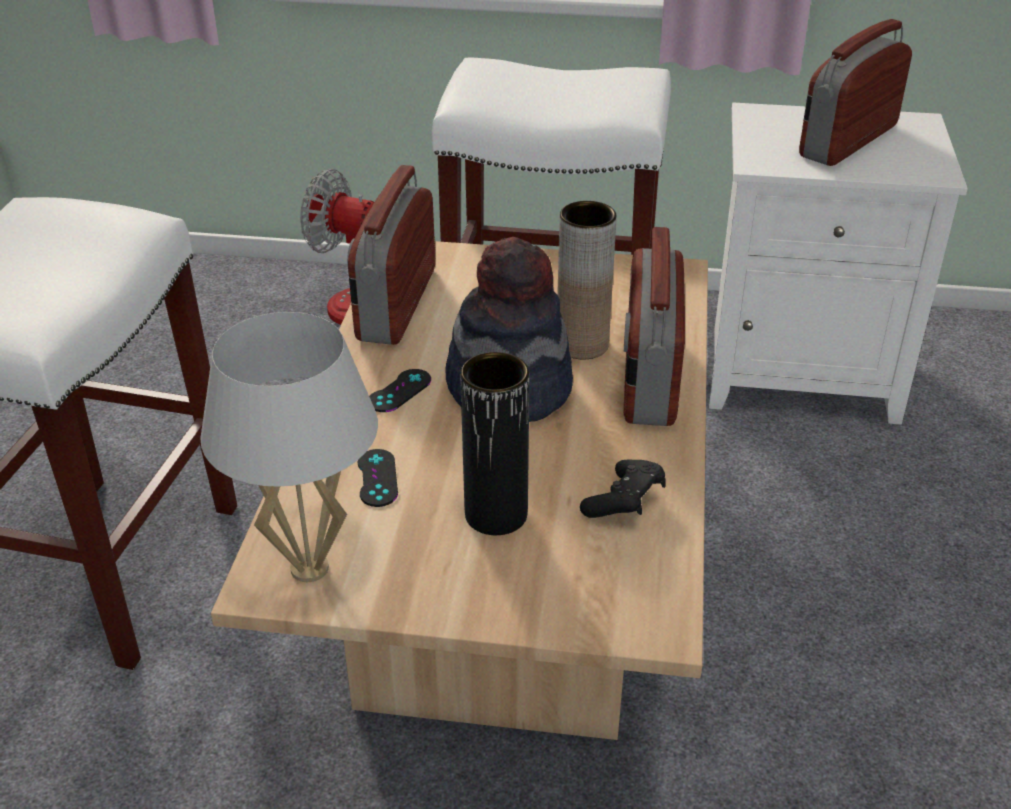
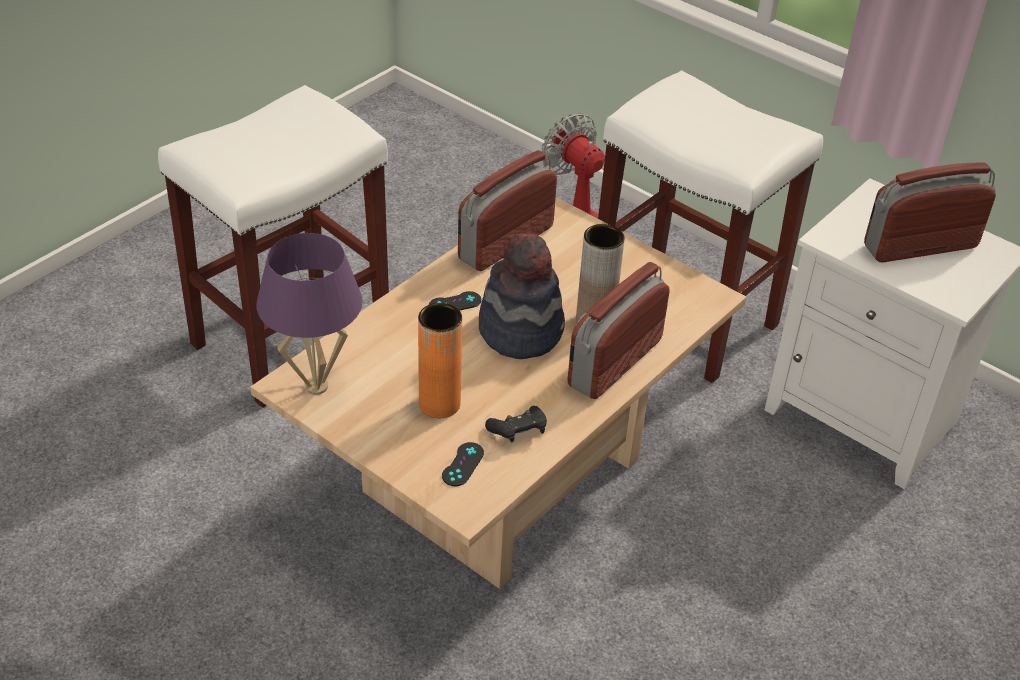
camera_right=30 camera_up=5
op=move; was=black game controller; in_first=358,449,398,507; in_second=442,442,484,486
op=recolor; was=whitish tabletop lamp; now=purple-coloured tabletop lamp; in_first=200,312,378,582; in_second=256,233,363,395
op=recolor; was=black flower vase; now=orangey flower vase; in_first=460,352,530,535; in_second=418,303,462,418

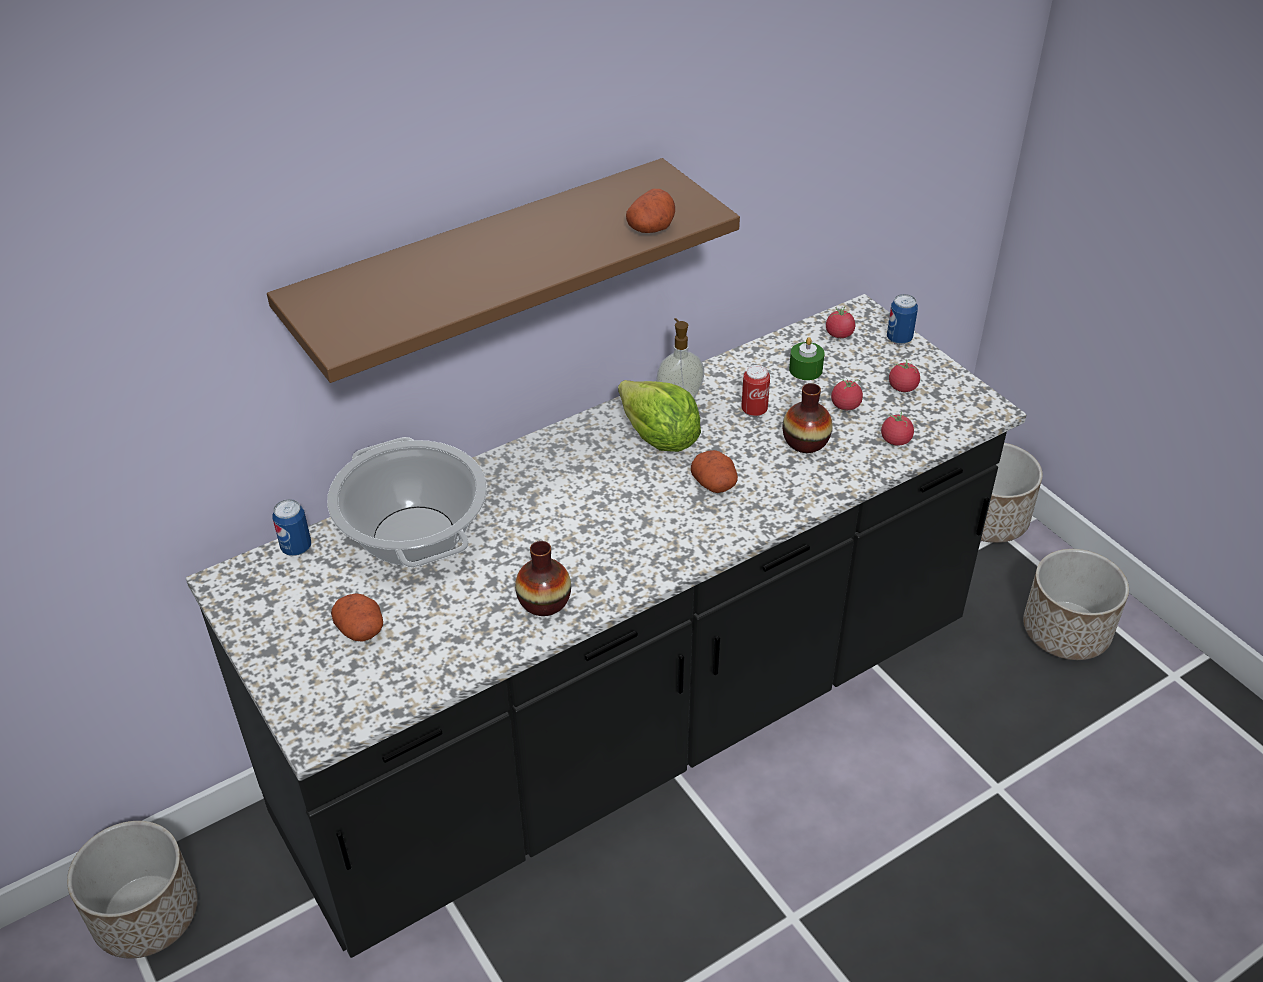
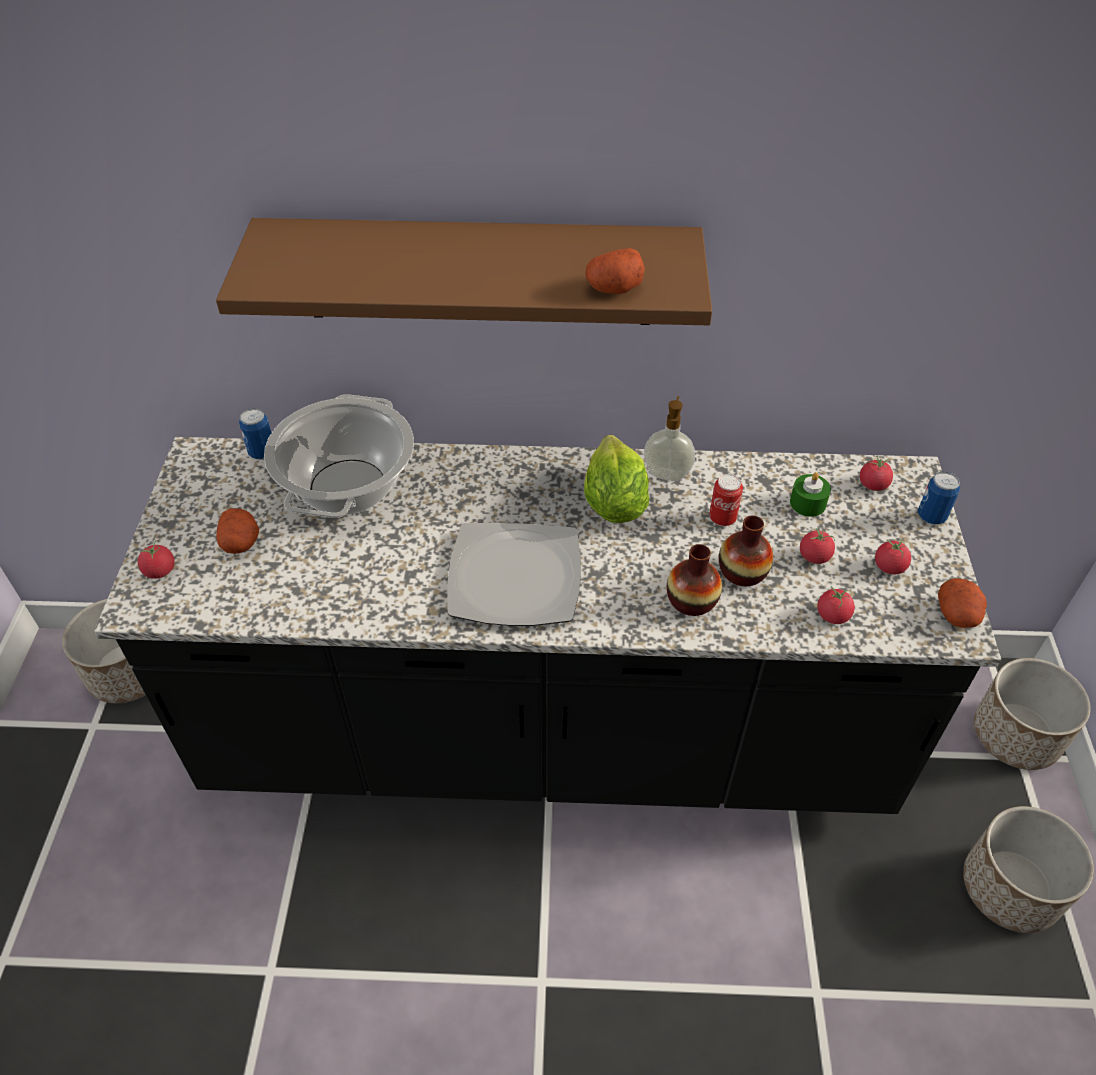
camera_right=35 camera_up=5
op=insert; now=fresh tomato; in_second=138,540,175,579
op=insert; now=plate; in_second=447,523,581,626
op=move; was=flower vase; in_first=515,541,571,616; in_second=667,544,722,616
op=move; was=spud; in_first=691,450,738,493; in_second=938,578,987,628

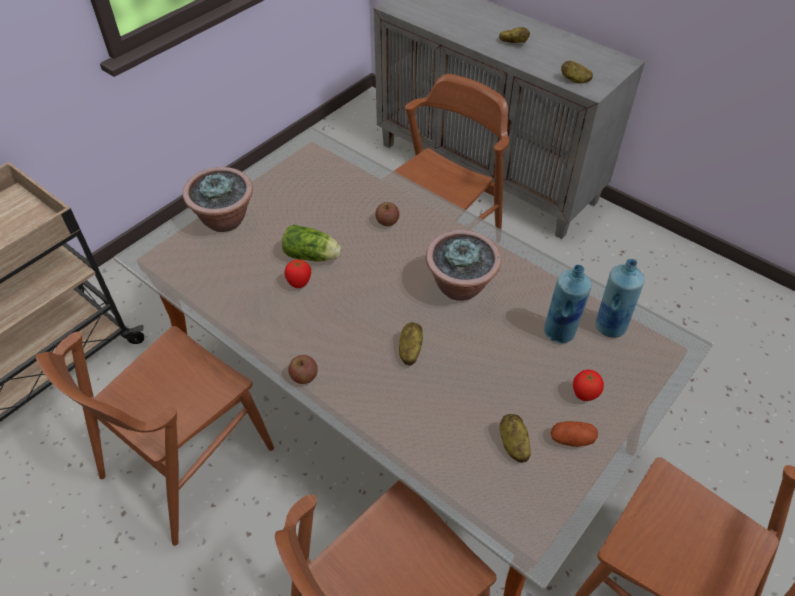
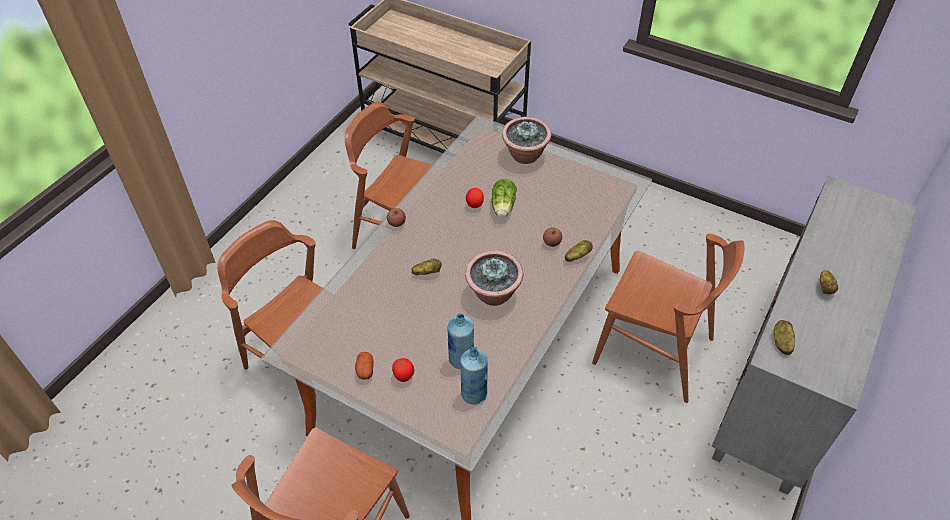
camera_right=80 camera_up=0
op=move; was=spud; in_first=500,414,531,462; in_second=565,240,593,262

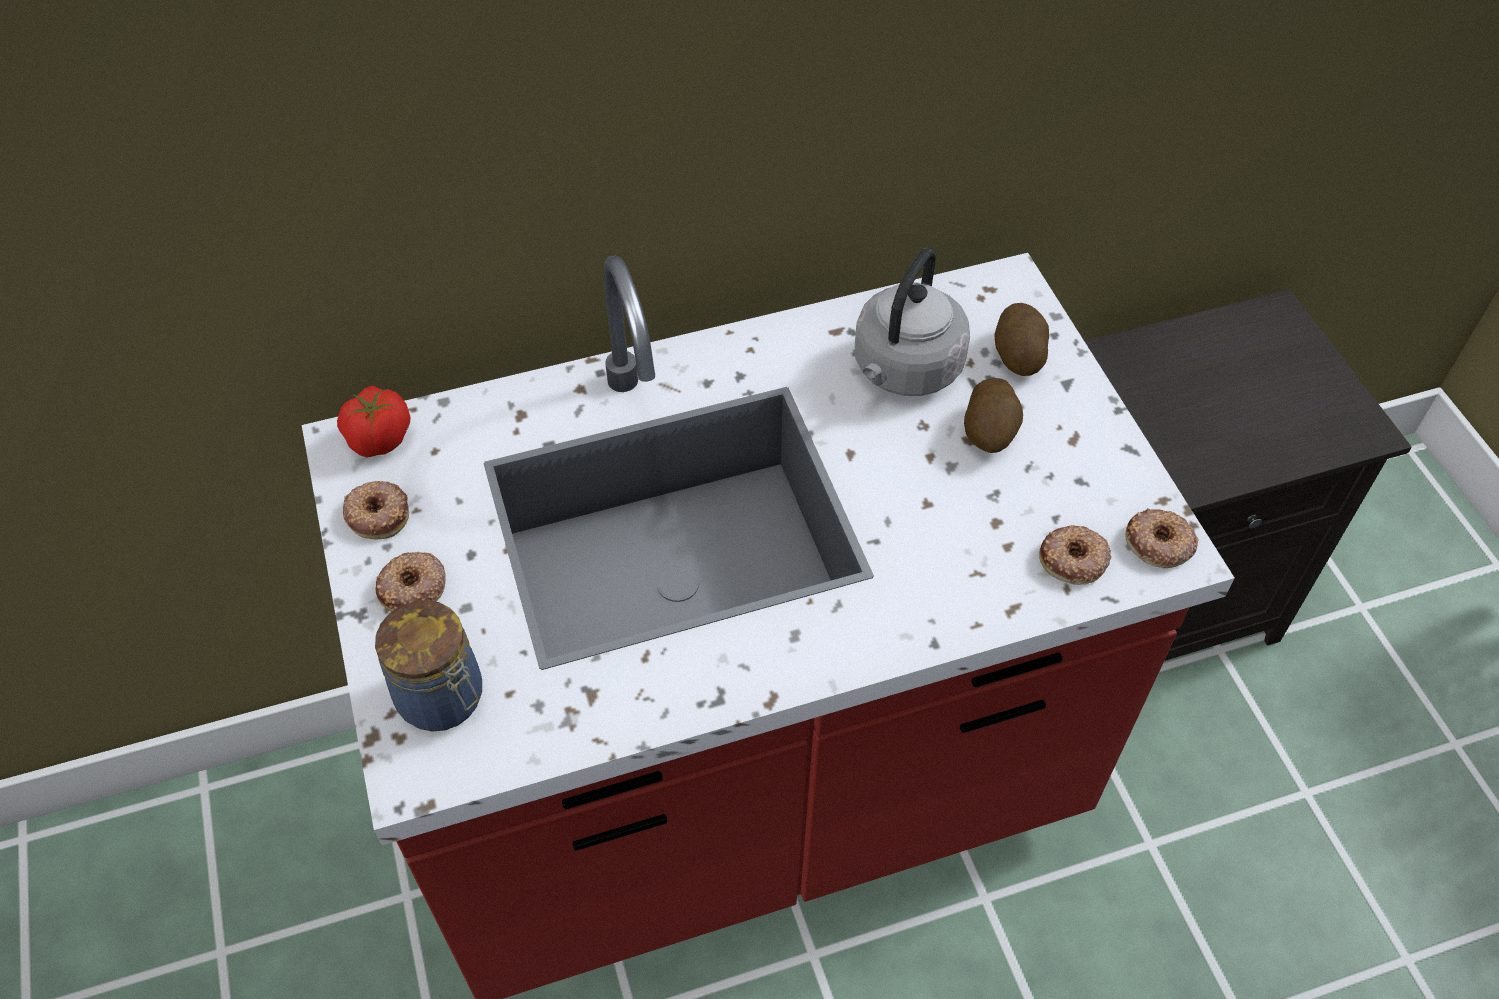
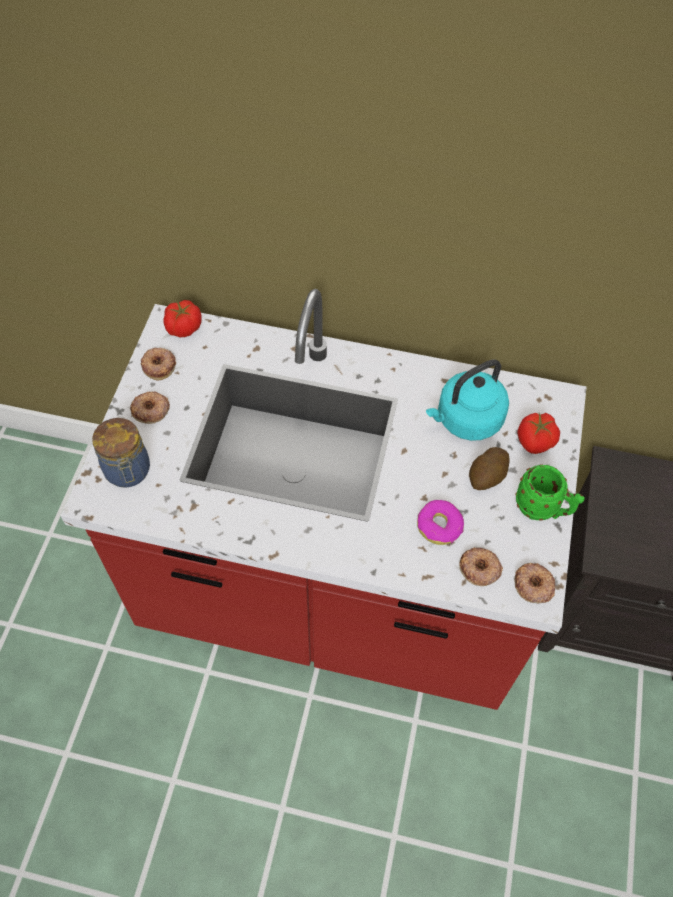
camera_right=30 camera_up=5
op=insert; now=donut; in_second=417,500,464,545
op=insert; now=green mug; in_second=516,464,585,521
op=replace; was=spud; now=fresh tomato; in_first=994,303,1049,376; in_second=517,413,560,454
op=recolor; was=greyish tea kettle; now=blue-green tea kettle; in_first=855,248,970,396; in_second=426,359,509,441

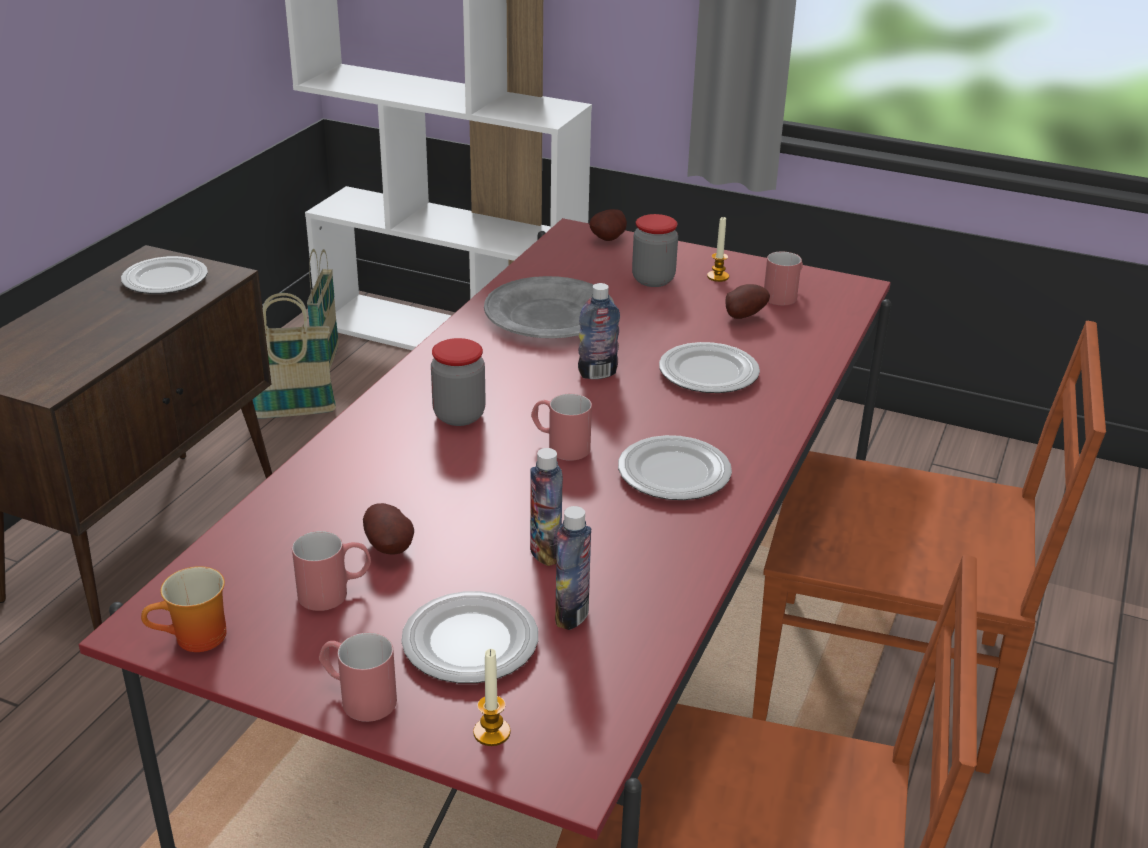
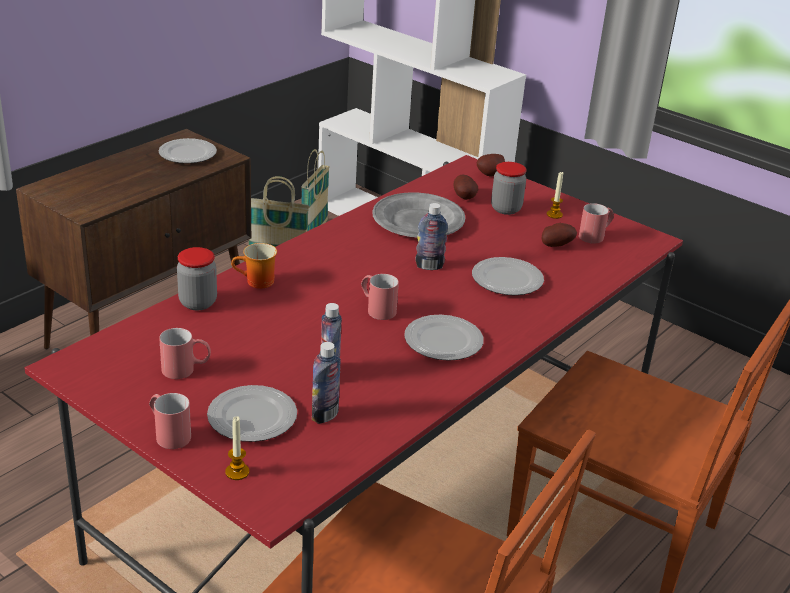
camera_right=15 camera_up=0
op=move; was=mug; in_first=141,566,227,652; in_second=231,243,277,289
op=move; was=spud; in_first=363,503,414,554; in_second=453,174,478,200
op=move; was=preserve jar; in_first=431,338,486,426; in_second=177,247,217,310

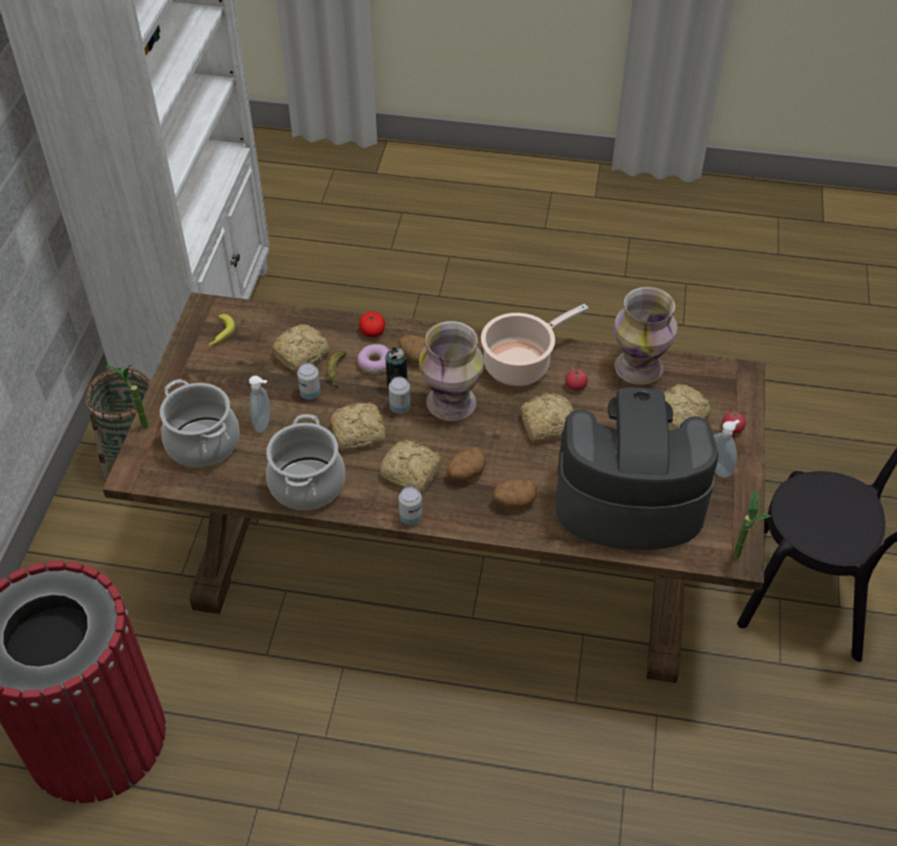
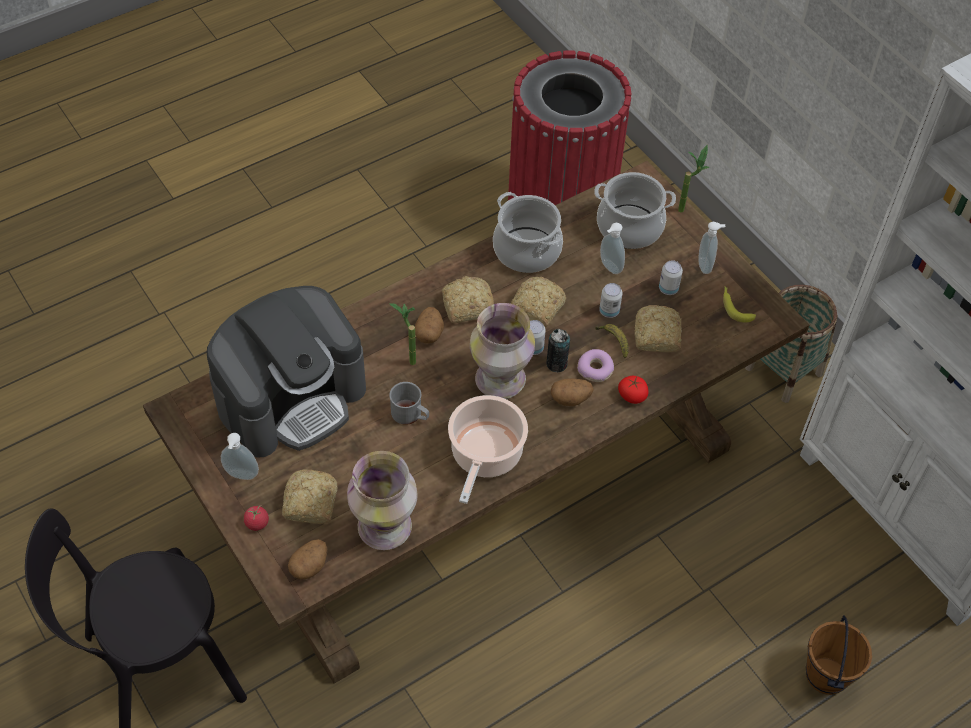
camera_right=135 camera_up=5
op=delete; was=fresh tomato; in_first=565,368,588,391
op=insert; now=soap dispenser; in_second=698,222,725,274
op=insert; now=brown-coloured water bucket; in_second=806,615,872,695
op=move; was=sealed can; in_first=399,486,422,525; in_second=659,260,683,295
op=move; was=spud; in_first=492,479,537,509; in_second=288,539,327,579
op=move; was=potted plant; in_first=733,489,771,559; in_second=389,303,416,365
op=replace; was=baked bread; now=greyish mug; in_first=521,393,574,442; in_second=389,382,429,425

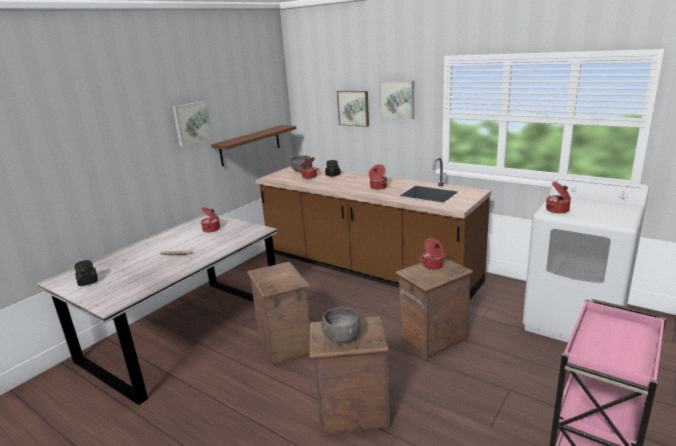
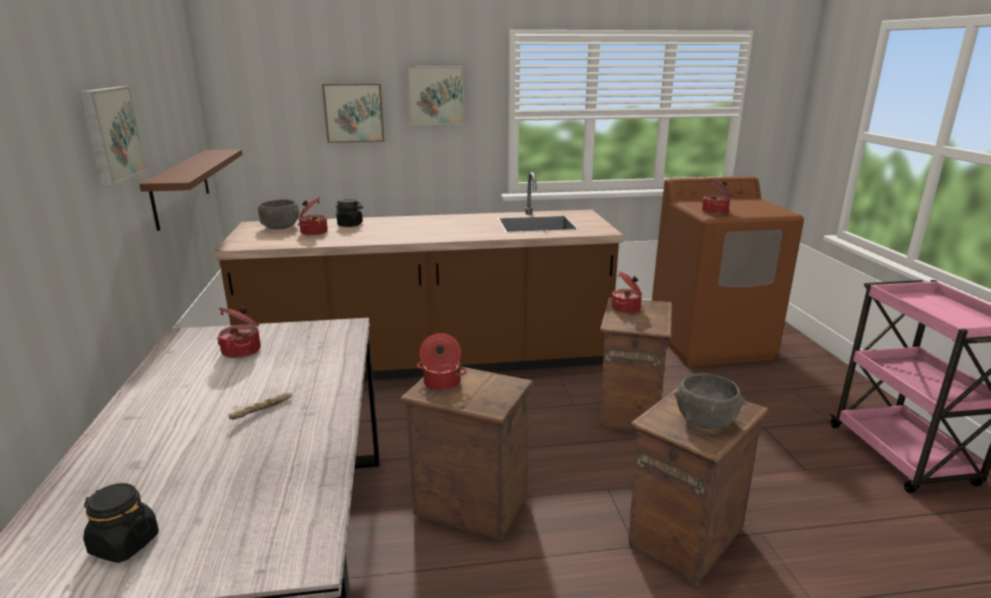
camera_right=-45 camera_up=0
op=move; was=saucepot; in_first=368,164,387,190; in_second=417,333,467,391
op=recolor; was=whitish laundry machine; now=brown-coloured laundry machine; in_first=522,175,649,342; in_second=652,176,804,366

